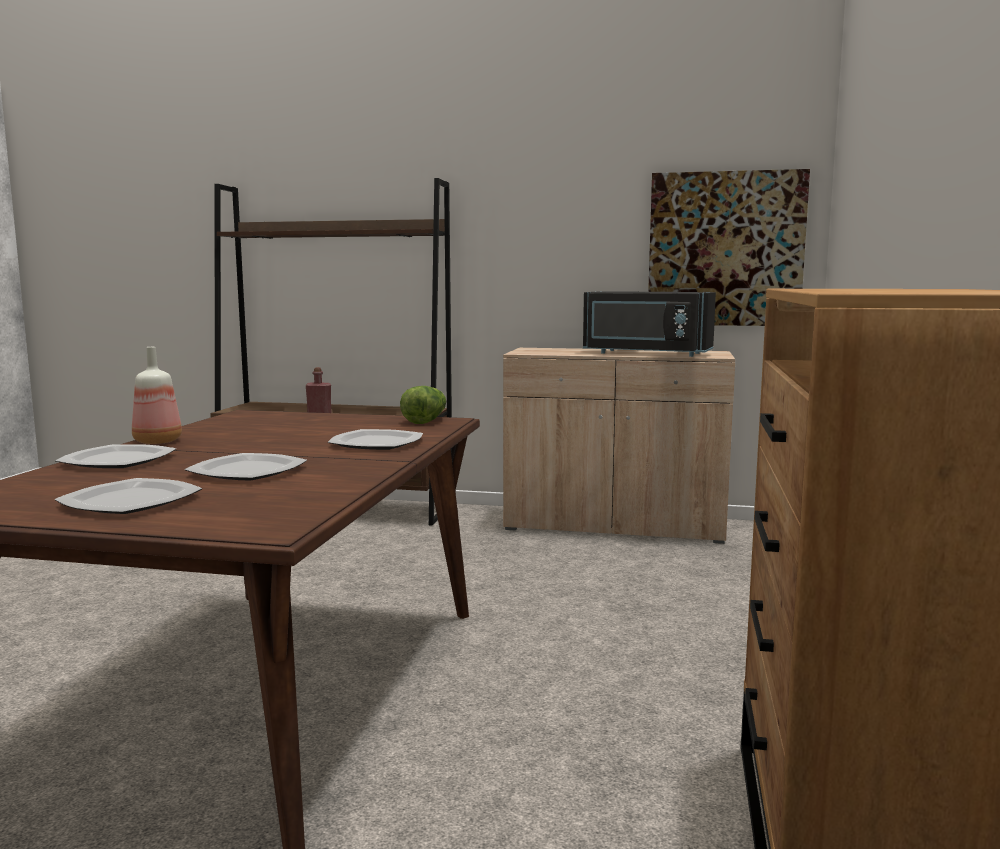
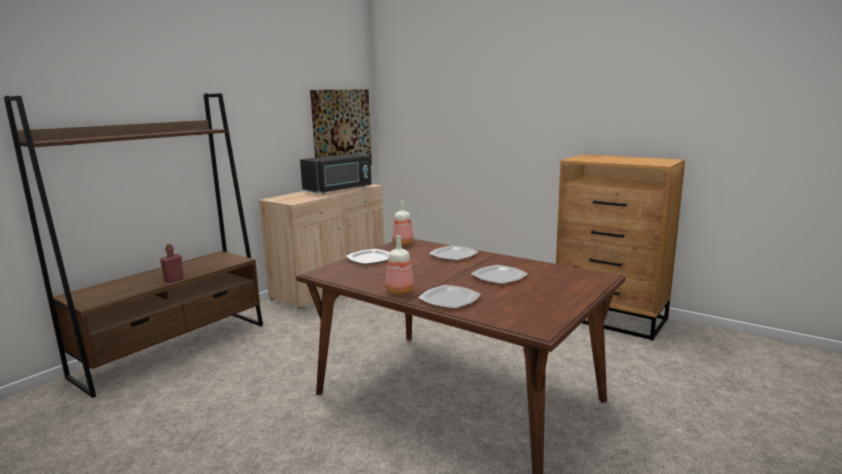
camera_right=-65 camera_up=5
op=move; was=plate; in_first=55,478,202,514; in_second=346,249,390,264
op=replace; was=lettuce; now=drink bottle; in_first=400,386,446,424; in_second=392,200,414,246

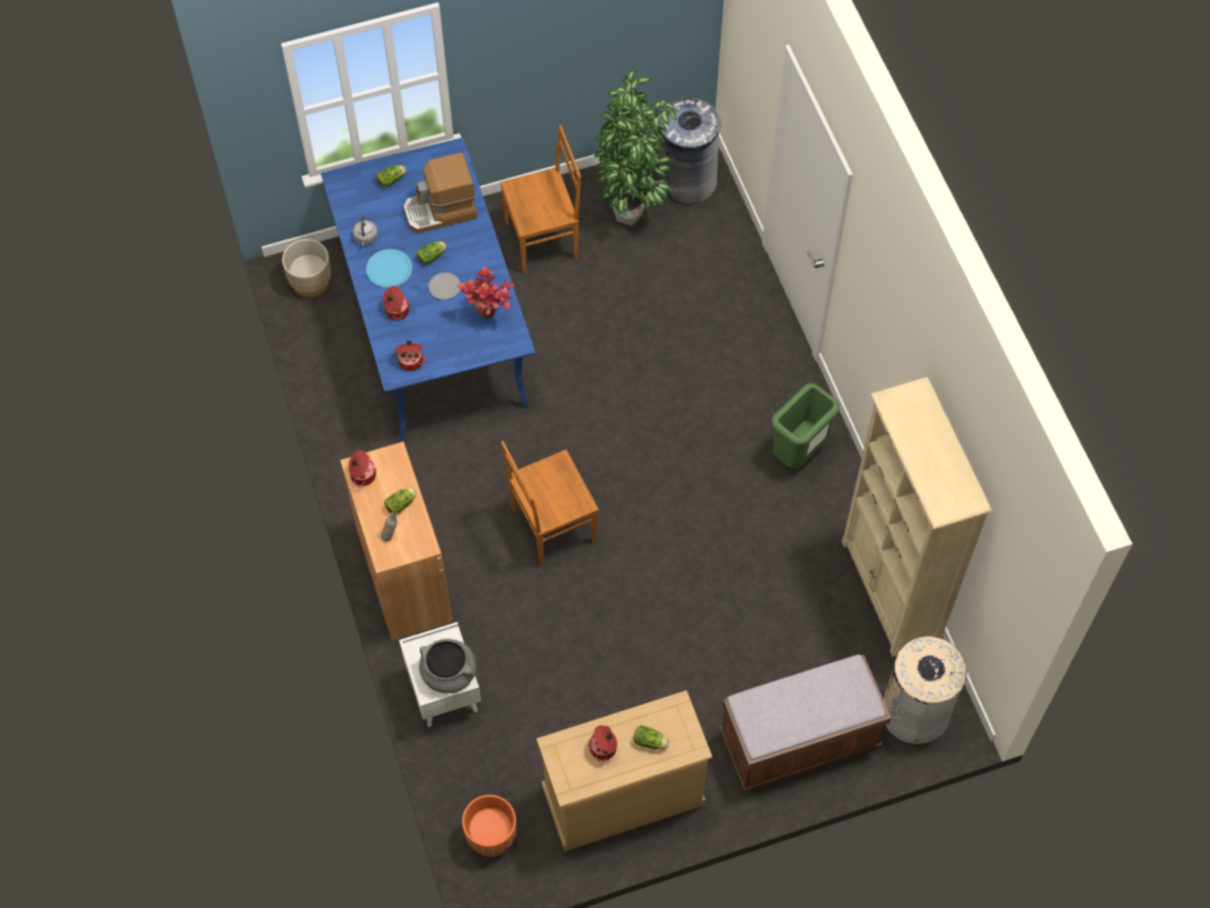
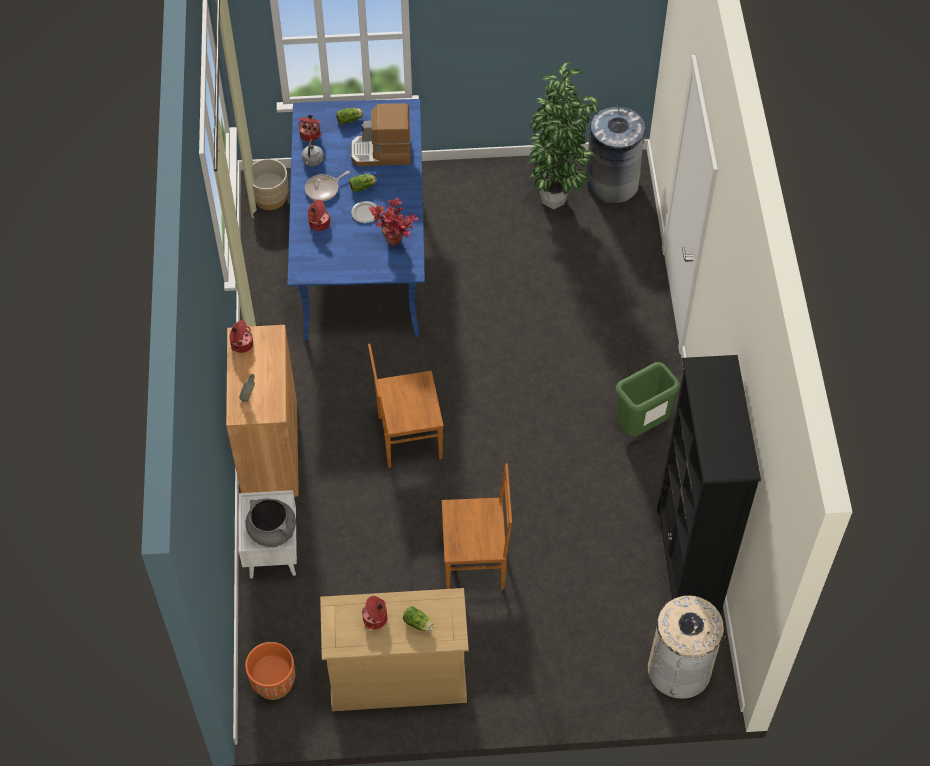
camera_right=15 camera_up=-5
op=delete; was=lettuce; in_first=384,487,416,514
op=delete; was=brown-coloured long seat; in_first=719,654,891,791
op=move; was=saucepot; in_first=394,341,426,371; in_second=298,115,322,142
op=move; was=brown-coloured plain chair; in_first=500,125,581,273; in_second=442,463,512,590
op=replace; was=blue-coloured plate; now=pan; in_first=366,249,412,288; in_second=305,171,350,201
op=recolor; was=sand-coloured bookcase; now=black bookcase; in_first=842,377,992,657; in_second=657,355,761,614

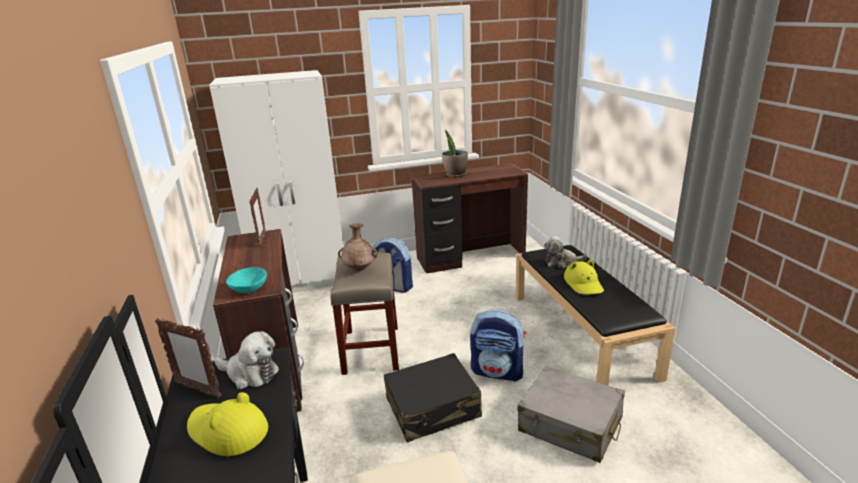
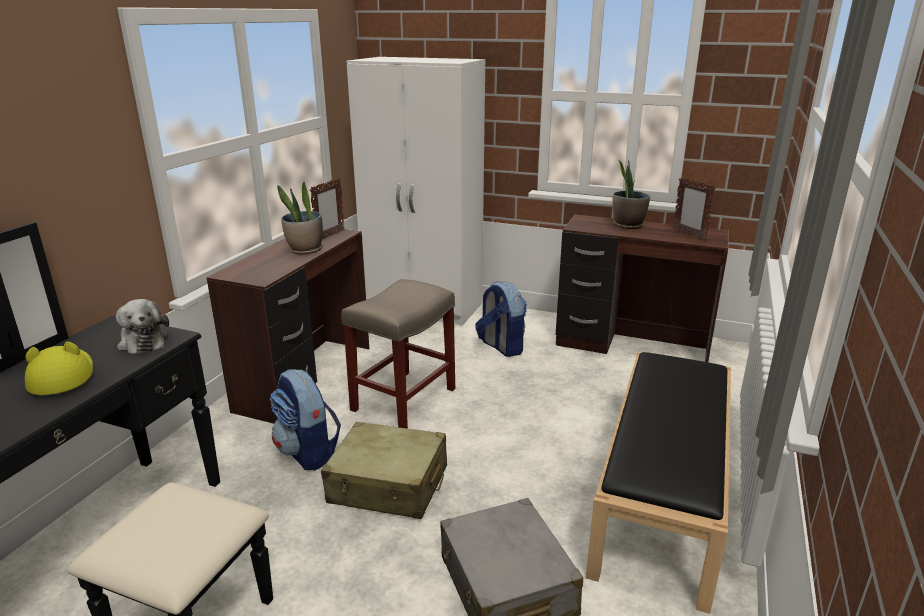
camera_right=35 camera_up=0
op=delete; was=blue-green bowl; in_first=226,267,267,293
op=delete; was=brown-coloured flower vase; in_first=338,223,377,271
op=delete; was=cuddly toy; in_first=544,236,587,268
op=delete; was=yellowish wearable hat; in_first=564,260,604,295
op=insert; now=potted plant; in_second=277,182,323,255
op=move; was=standing frame; in_first=155,318,222,398; in_second=673,177,715,240
op=move; was=rucksack; in_first=470,309,526,382; in_second=270,369,341,470
op=recolor; was=black piece of luggage; now=sand-coloured piece of luggage; in_first=384,353,482,442; in_second=321,422,447,519

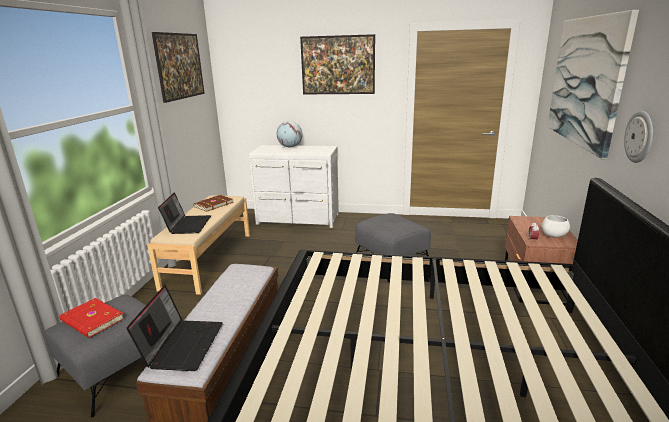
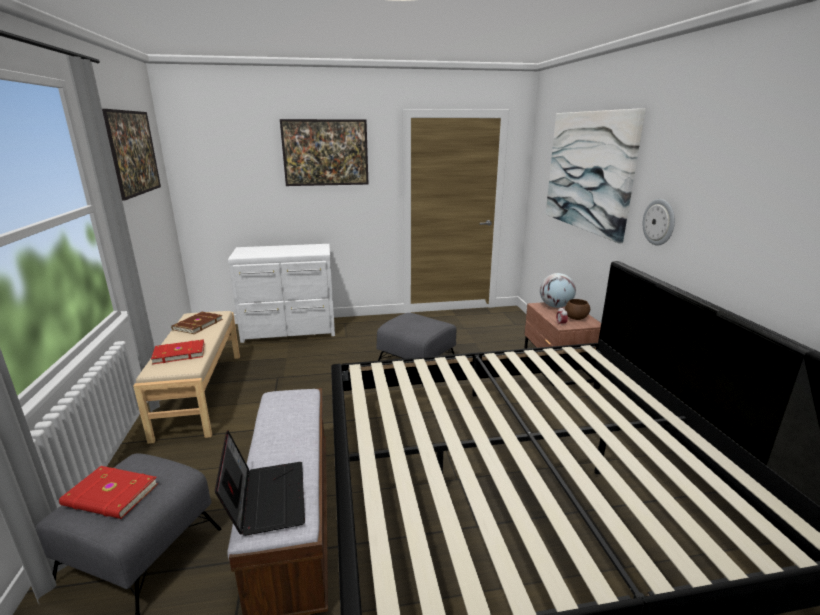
camera_right=-20 camera_up=0
op=move; was=desk globe; in_first=277,121,302,147; in_second=540,273,576,308
op=replace; was=notebook computer; now=red-coloured bound book; in_first=158,192,211,234; in_second=151,339,204,364
op=recolor; was=whitish bowl; now=brown-coloured bowl; in_first=542,215,570,238; in_second=565,299,590,320

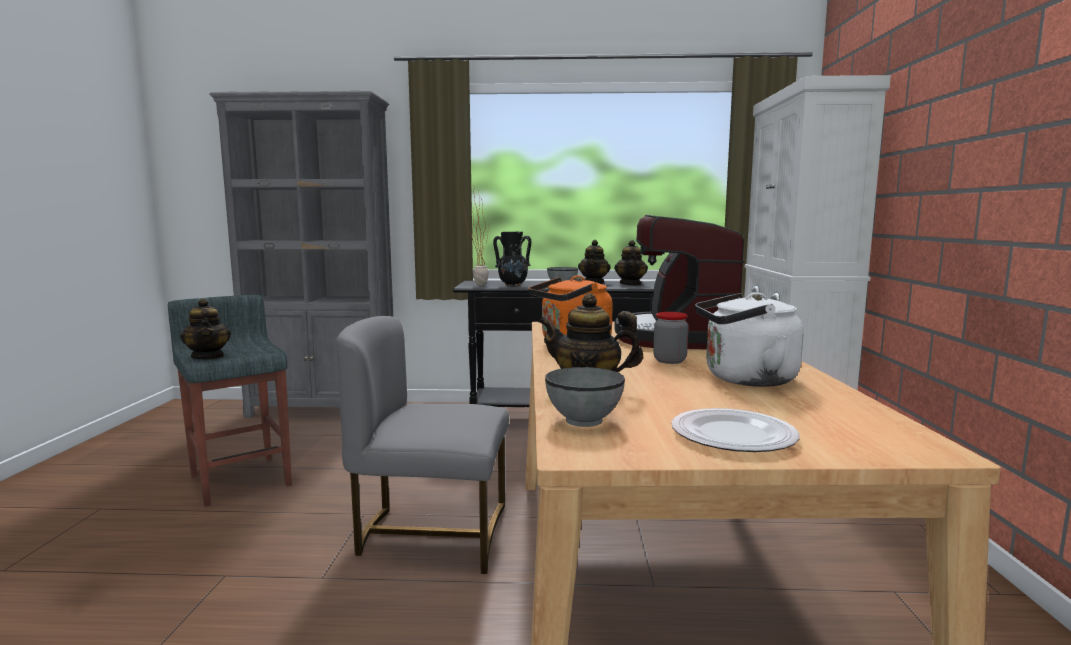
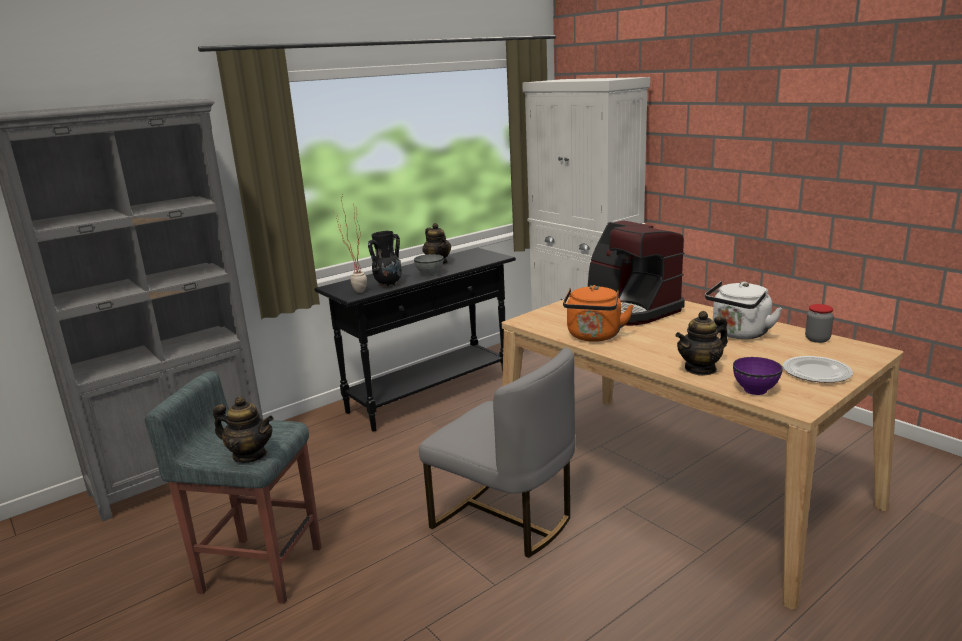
camera_right=-40 camera_up=10
op=delete; was=teapot; in_first=614,240,648,286
op=move; was=preserve jar; in_first=653,312,689,364; in_second=805,304,834,343
op=recolor; was=greyish bowl; now=purple-coloured bowl; in_first=545,367,625,427; in_second=733,357,783,395
op=rotate; was=greyish plain chair; in_first=336,316,509,574; in_second=419,348,576,558; clockwise=-105

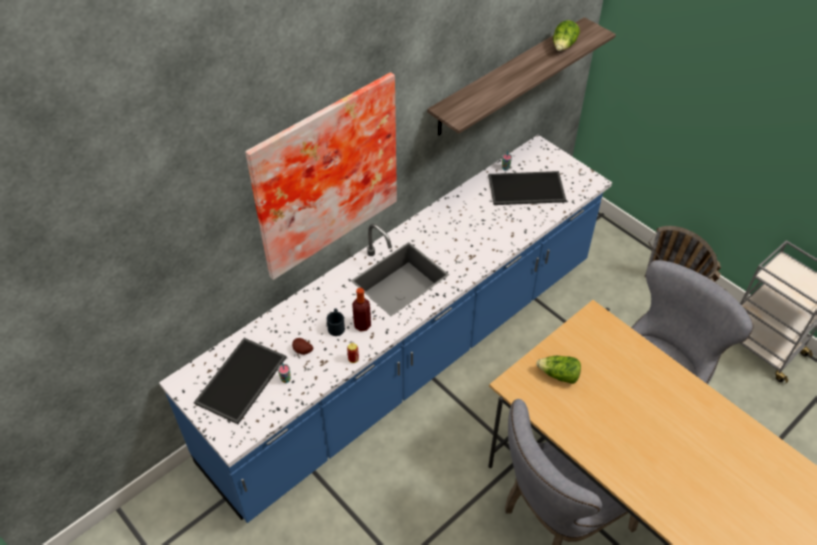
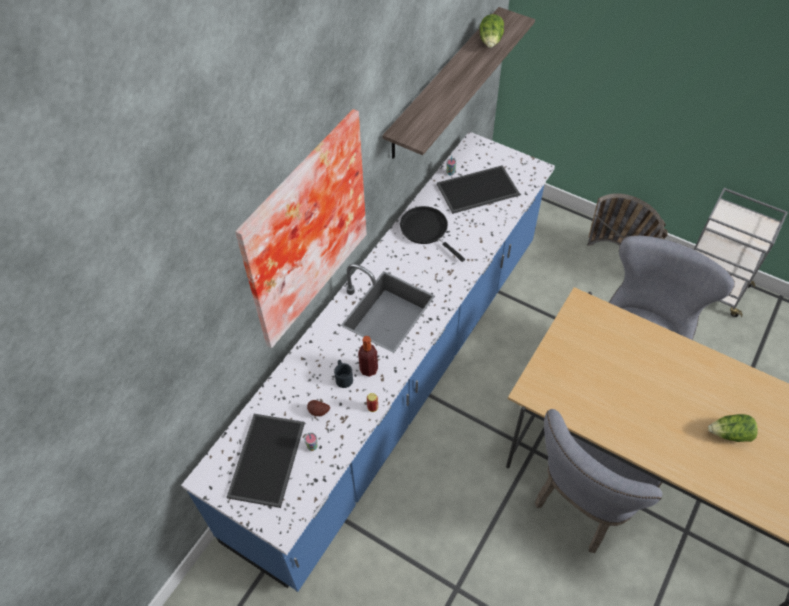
camera_right=-15 camera_up=5
op=insert; now=black pan; in_second=400,206,465,262
op=move; was=lettuce; in_first=536,356,581,384; in_second=708,414,758,442

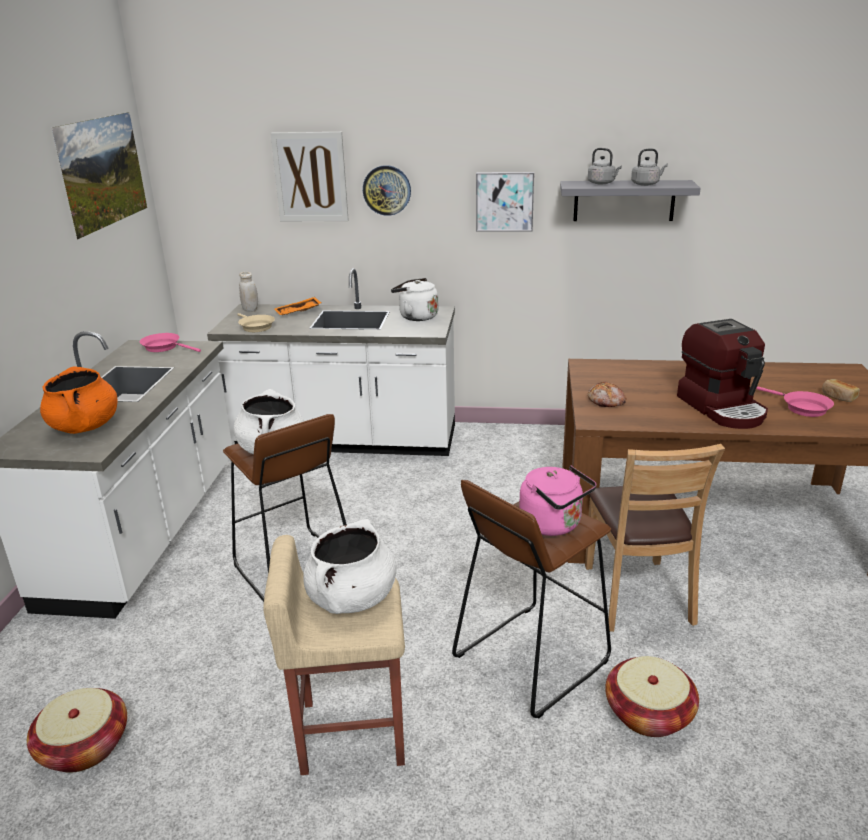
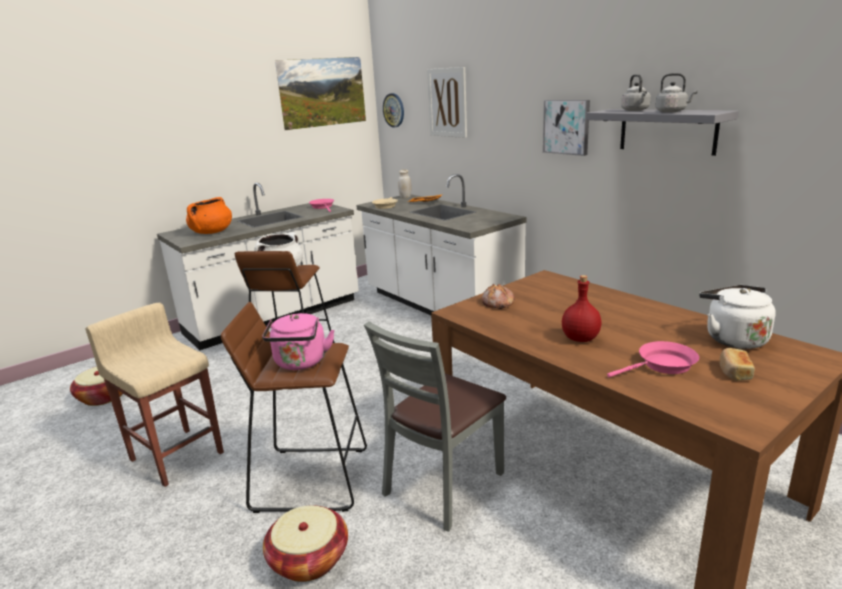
camera_right=45 camera_up=-5
op=delete; was=whitish saucepot; in_first=303,519,397,614
op=move; was=clock on the wall; in_first=363,165,411,216; in_second=383,93,404,127
op=move; was=whitish tea kettle; in_first=391,278,438,321; in_second=699,285,776,349
op=replace; was=coffee machine; now=red-coloured drink bottle; in_first=677,319,768,429; in_second=562,275,602,342
op=recolor; was=brown-coloured plain chair; now=greyish plain chair; in_first=585,444,725,632; in_second=364,321,506,532
op=rotate; was=pink pan; in_first=757,387,834,417; in_second=607,341,699,377; clockwise=-120

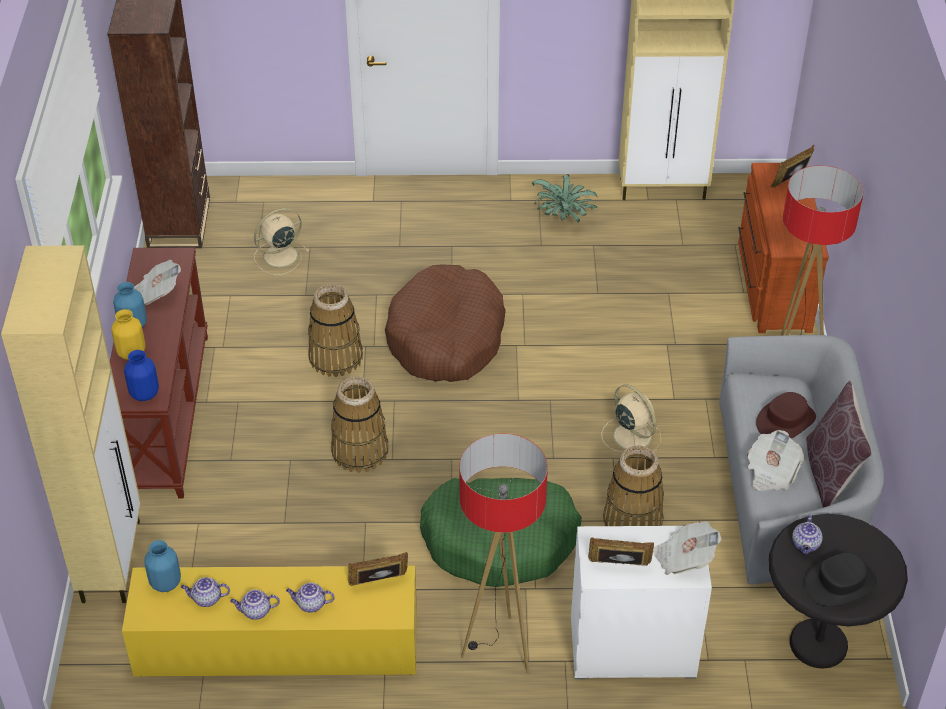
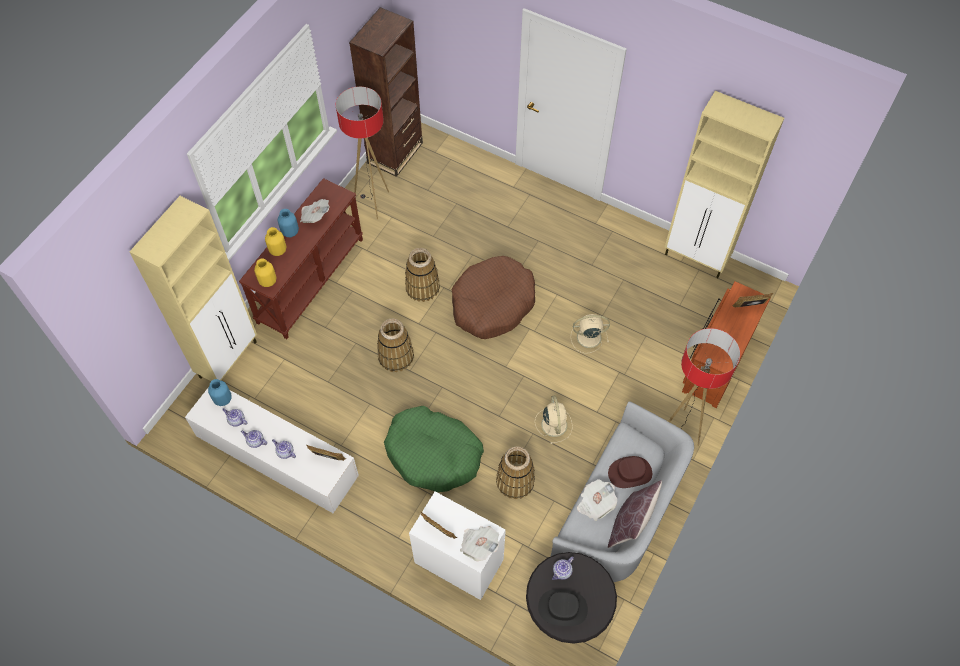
camera_right=30 camera_up=15
op=delete; was=potted plant; in_first=532,174,597,222
op=move; was=sand-coloured electric fan; in_first=254,208,309,275; in_second=571,314,610,354
op=move; was=standing lamp; in_first=459,434,548,673; in_second=336,87,389,219
op=recolor; was=yellowish media console; now=whitish media console; in_first=122,566,417,677; in_second=185,388,359,513
op=recolor; was=blue-coloured flower vase; now=yellowish flower vase; in_first=124,350,159,401; in_second=254,259,276,287

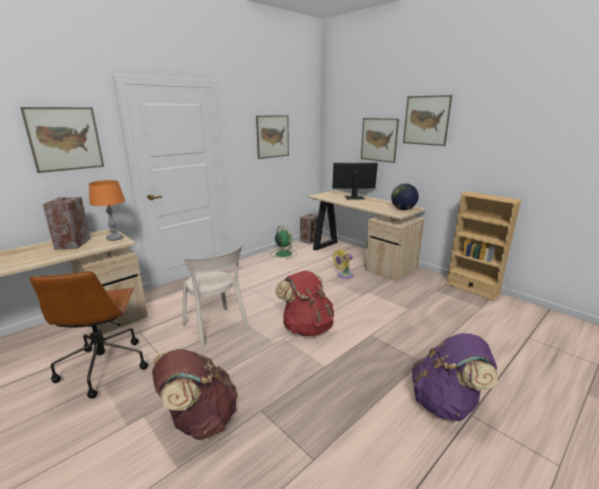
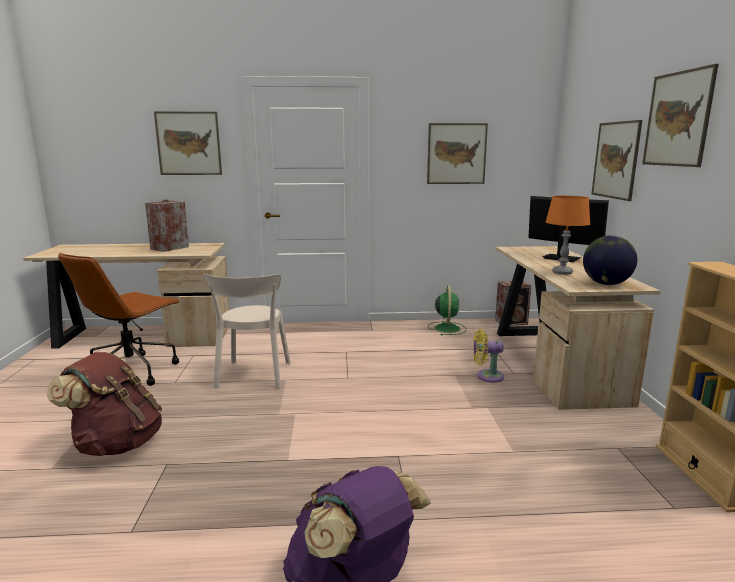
camera_right=40 camera_up=-5
op=delete; was=red-coloured rucksack; in_first=276,270,334,336
op=move; was=orangey tabletop lamp; in_first=89,180,125,241; in_second=545,196,591,275

